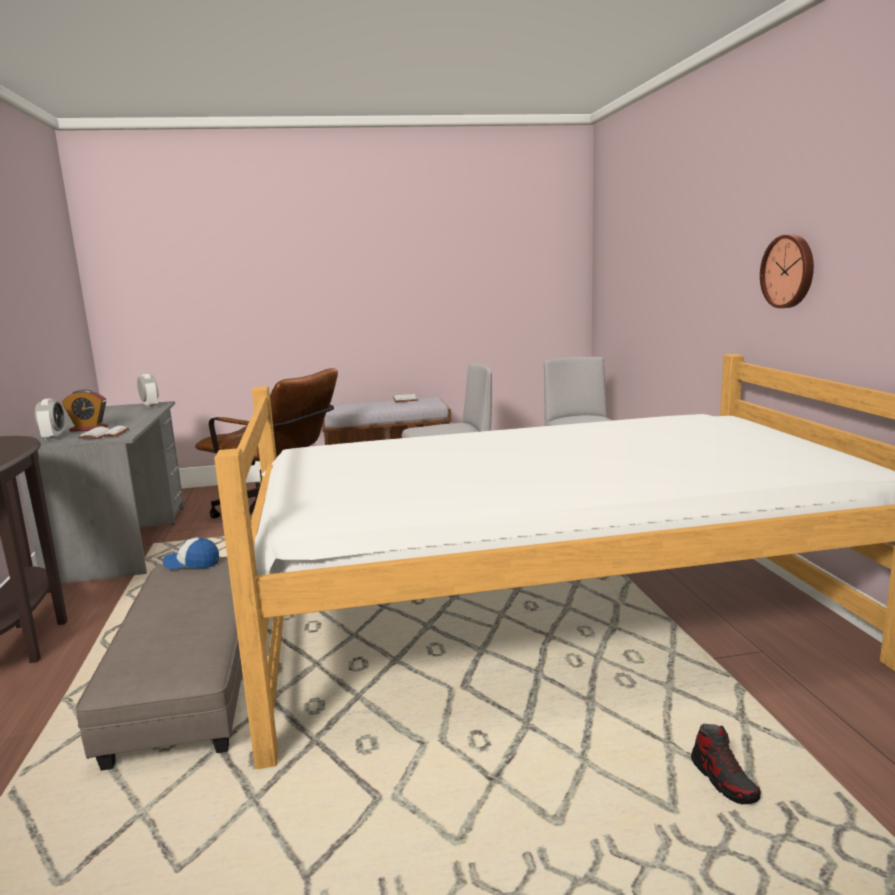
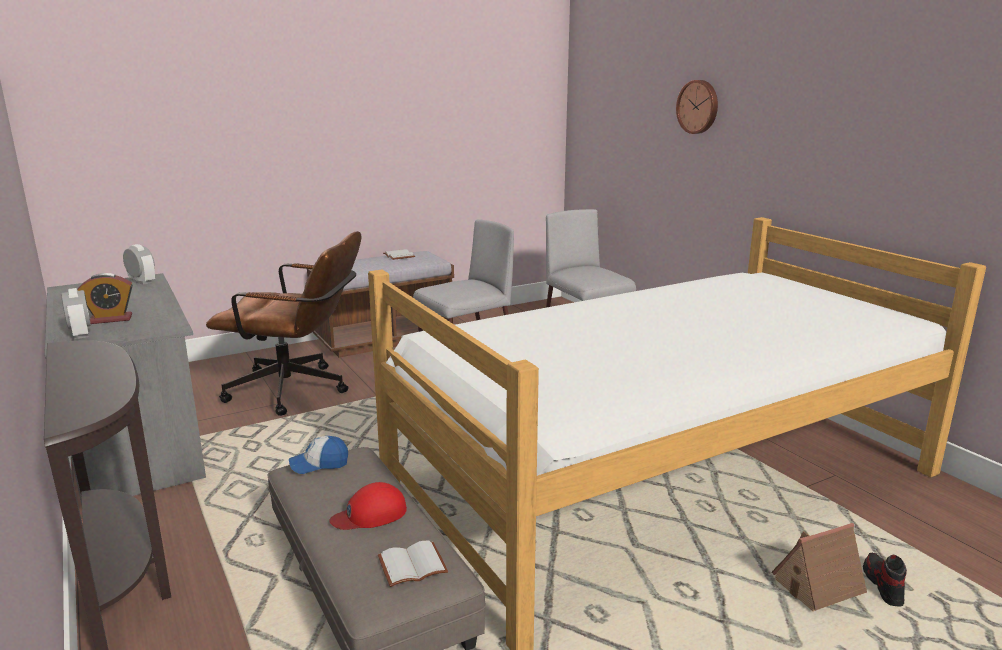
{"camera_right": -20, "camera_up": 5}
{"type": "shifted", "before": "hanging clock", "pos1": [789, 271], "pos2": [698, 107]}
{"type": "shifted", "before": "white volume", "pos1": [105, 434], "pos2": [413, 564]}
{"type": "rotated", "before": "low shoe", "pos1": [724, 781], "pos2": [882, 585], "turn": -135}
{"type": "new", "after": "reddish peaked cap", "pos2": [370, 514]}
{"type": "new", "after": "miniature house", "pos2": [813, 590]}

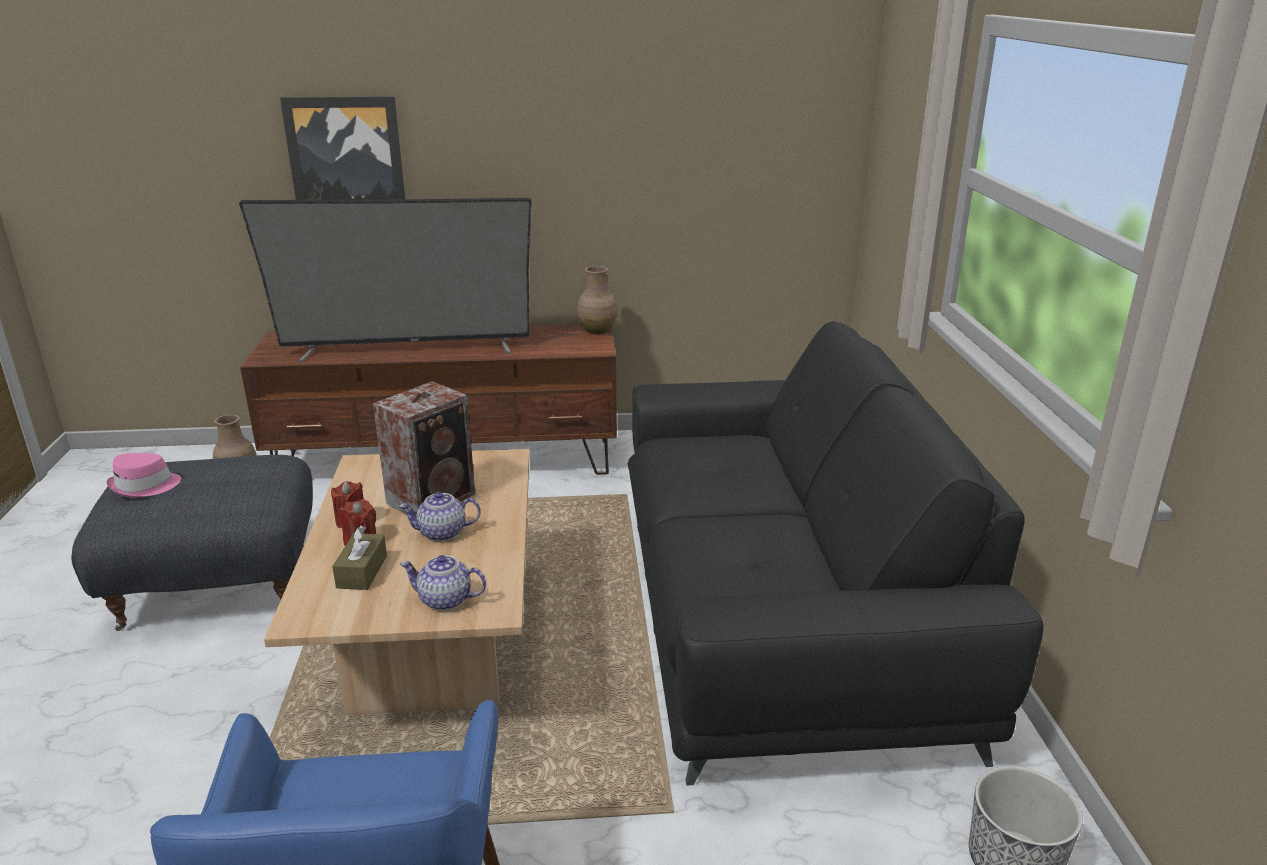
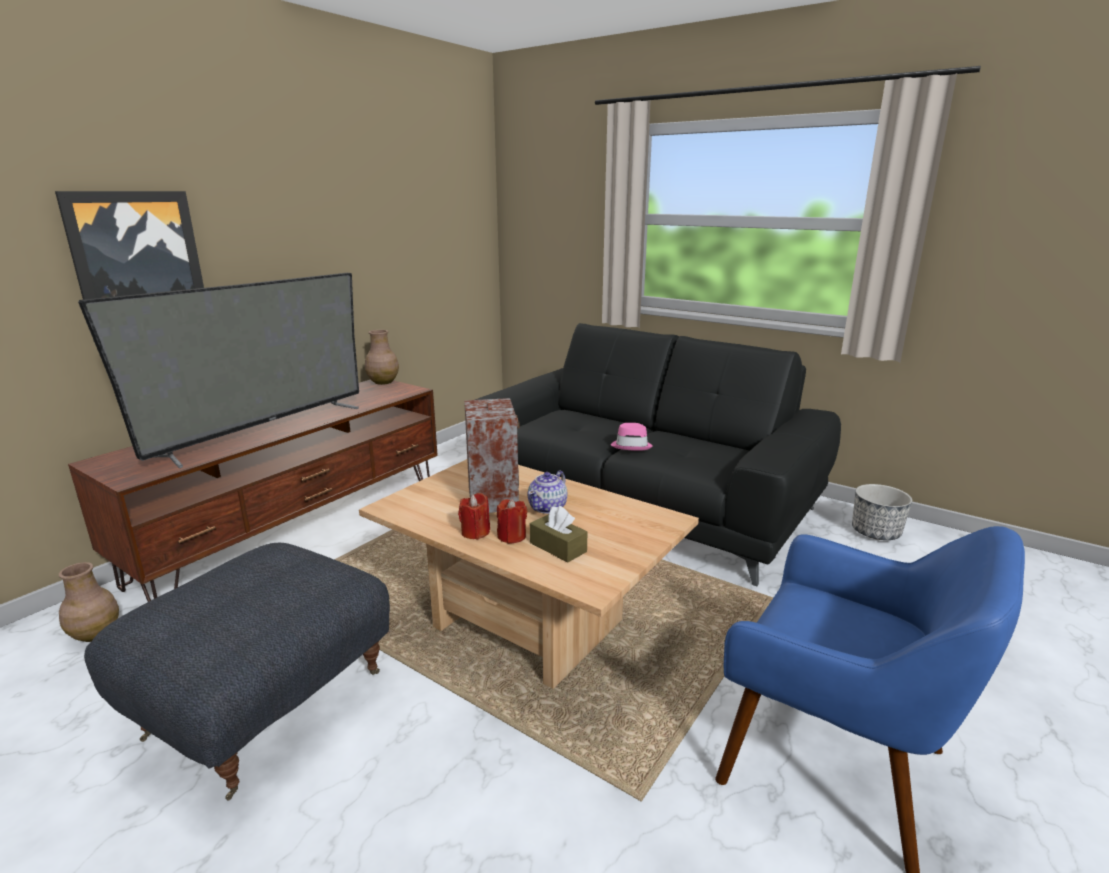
{"camera_right": -50, "camera_up": -5}
{"type": "shifted", "before": "pinkish hat", "pos1": [145, 486], "pos2": [631, 446]}
{"type": "gone", "before": "pot for tea", "pos1": [446, 600]}

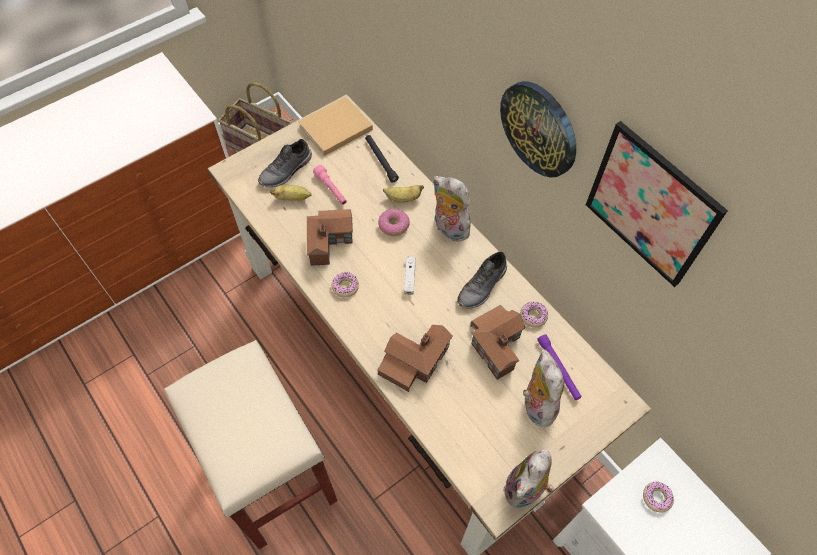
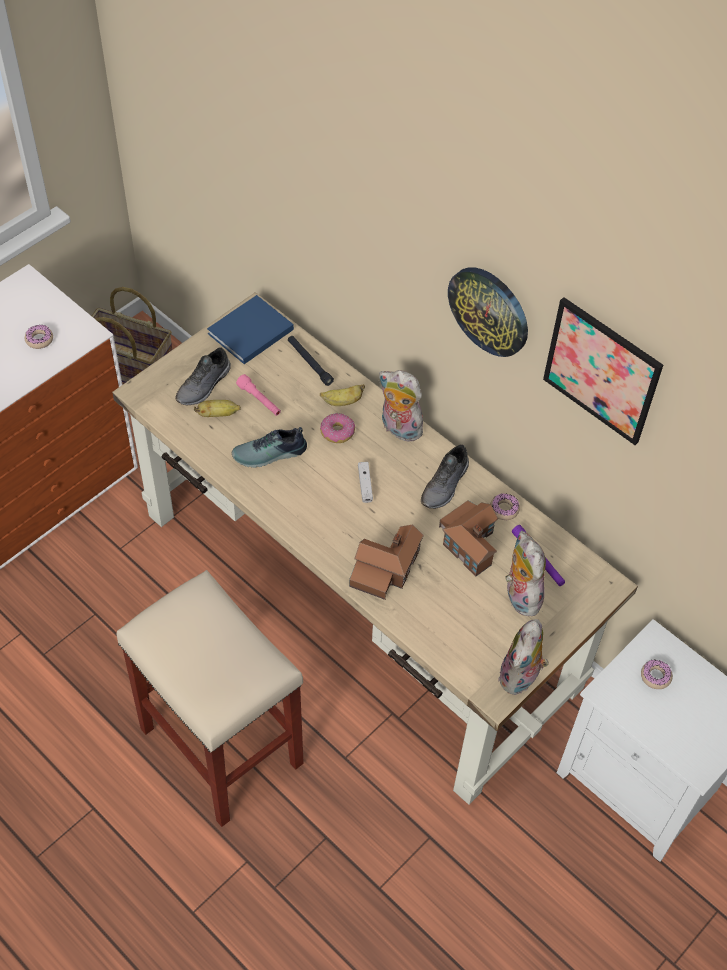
{"camera_right": -10, "camera_up": -5}
{"type": "repainted", "before": "beige-coloured volume", "after": "blue volume", "pos1": [334, 128], "pos2": [248, 333]}
{"type": "swapped", "before": "miniature house", "after": "low shoe", "pos1": [330, 239], "pos2": [270, 454]}
{"type": "shifted", "before": "ring doughnut", "pos1": [345, 286], "pos2": [39, 339]}

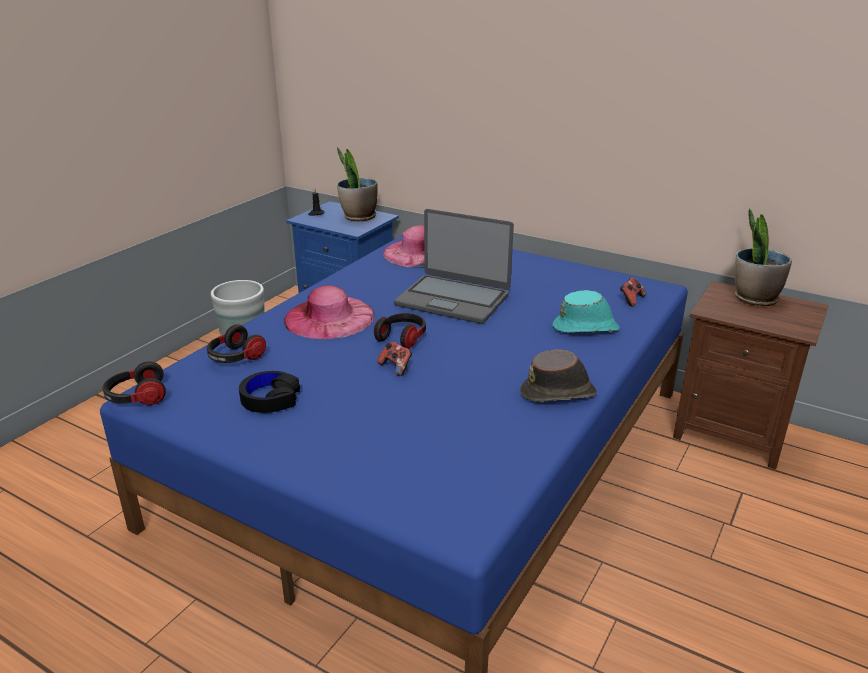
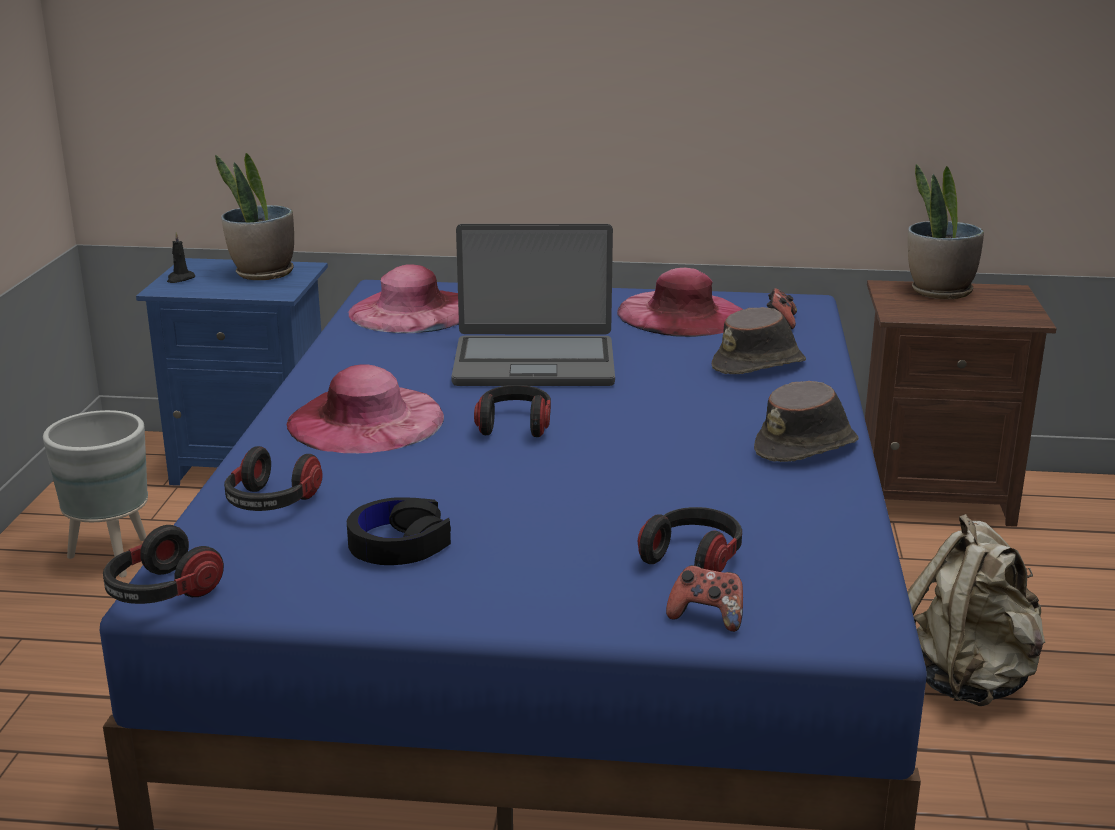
{"camera_right": -25, "camera_up": -5}
{"type": "repainted", "before": "turquoise-coloured hat", "after": "brownish hat", "pos1": [586, 328], "pos2": [759, 365]}
{"type": "shifted", "before": "gamepad", "pos1": [396, 367], "pos2": [707, 617]}
{"type": "new", "after": "pinkish hat", "pos2": [681, 314]}
{"type": "new", "after": "headset", "pos2": [693, 559]}
{"type": "new", "after": "beige-coloured rucksack", "pos2": [969, 679]}

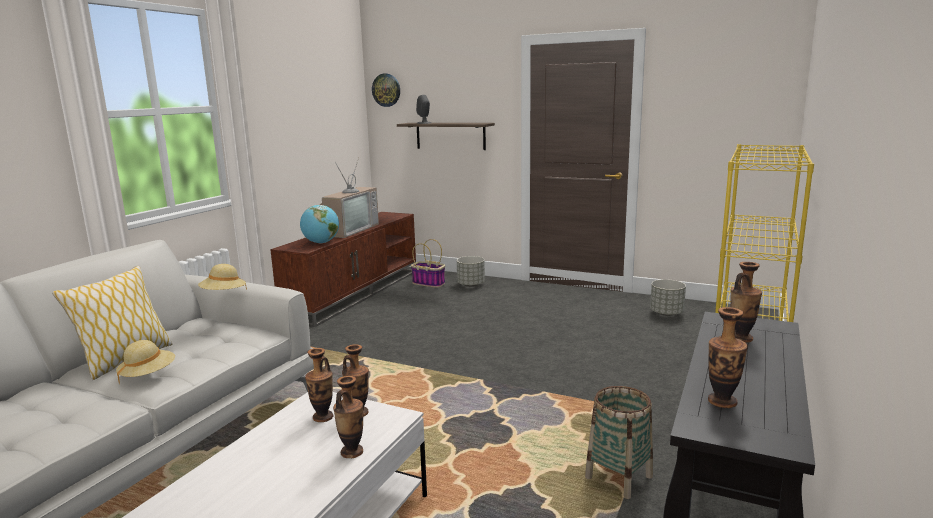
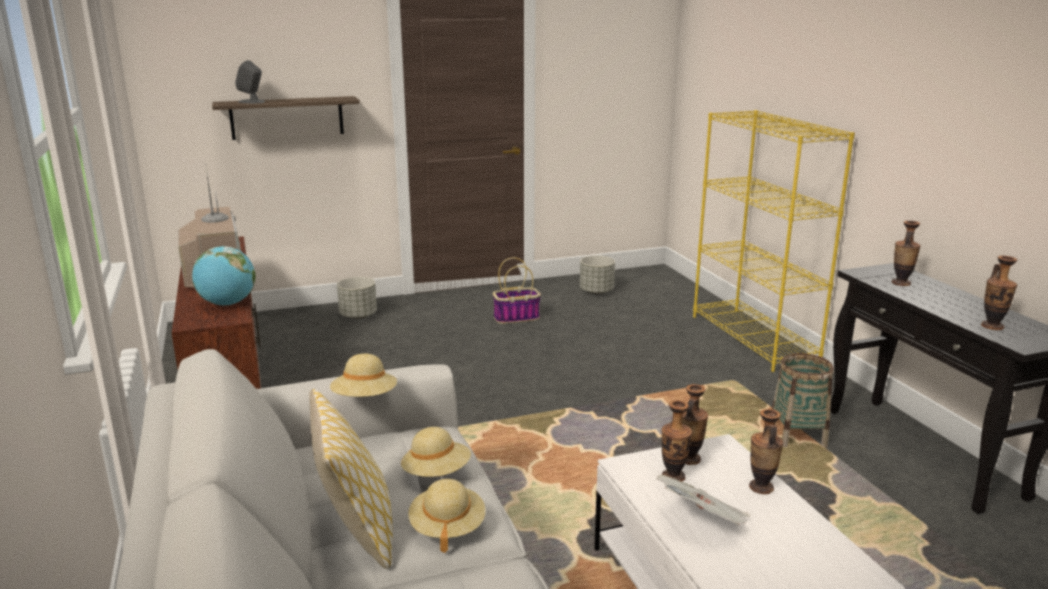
{"camera_right": -45, "camera_up": 5}
{"type": "gone", "before": "hanging clock", "pos1": [386, 90]}
{"type": "shifted", "before": "basket", "pos1": [429, 283], "pos2": [517, 317]}
{"type": "new", "after": "beige-coloured hat", "pos2": [437, 473]}
{"type": "new", "after": "newspaper", "pos2": [704, 521]}

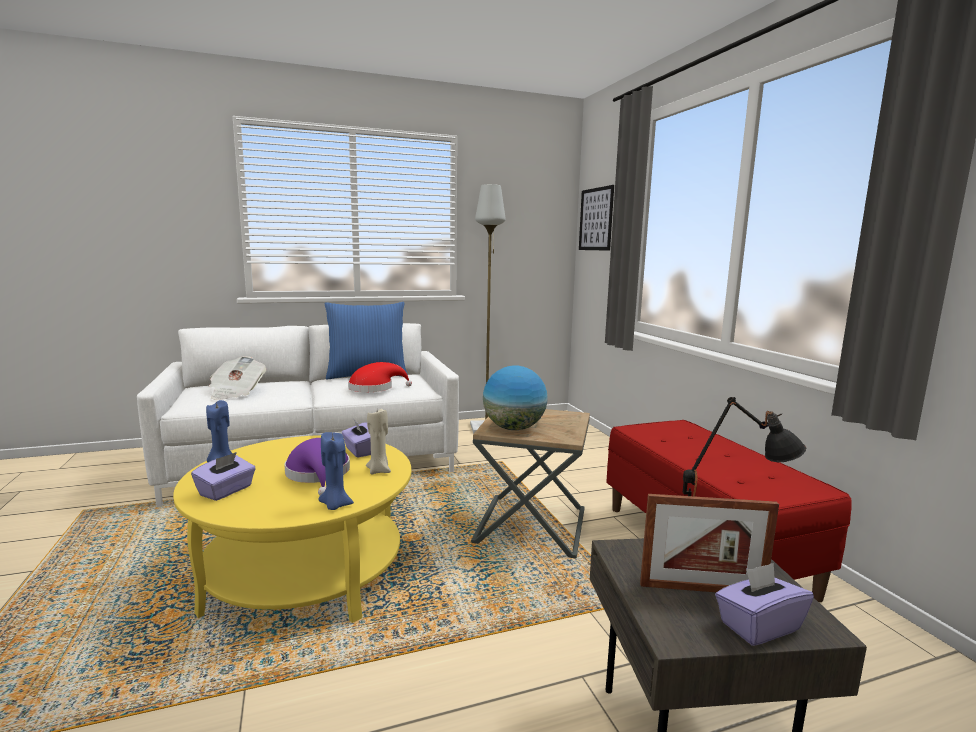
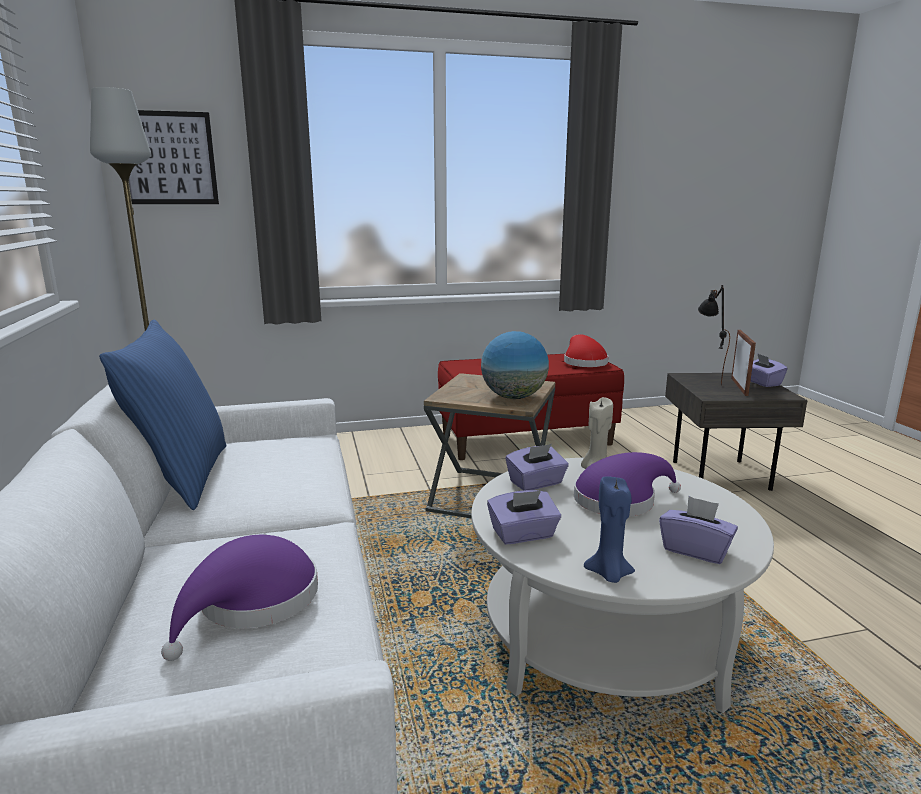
{"camera_right": -85, "camera_up": 5}
{"type": "swapped", "before": "newspaper", "after": "purplish hat", "pos1": [236, 393], "pos2": [252, 603]}
{"type": "shifted", "before": "reddish hat", "pos1": [374, 388], "pos2": [583, 362]}
{"type": "gone", "before": "blue wax light", "pos1": [335, 505]}
{"type": "repainted", "before": "yellow-coloured low table", "after": "white low table", "pos1": [306, 571], "pos2": [605, 634]}
{"type": "new", "after": "purplish box of tissues", "pos2": [523, 534]}

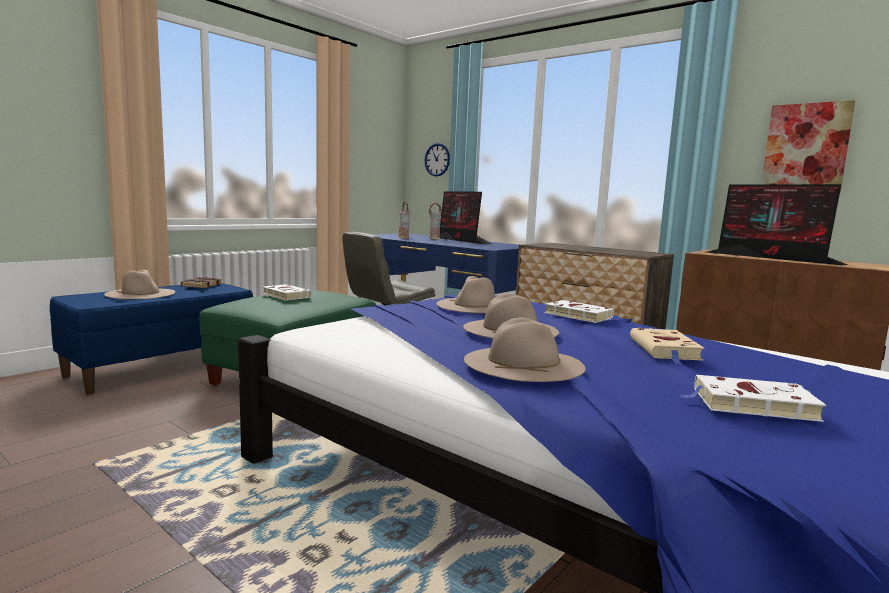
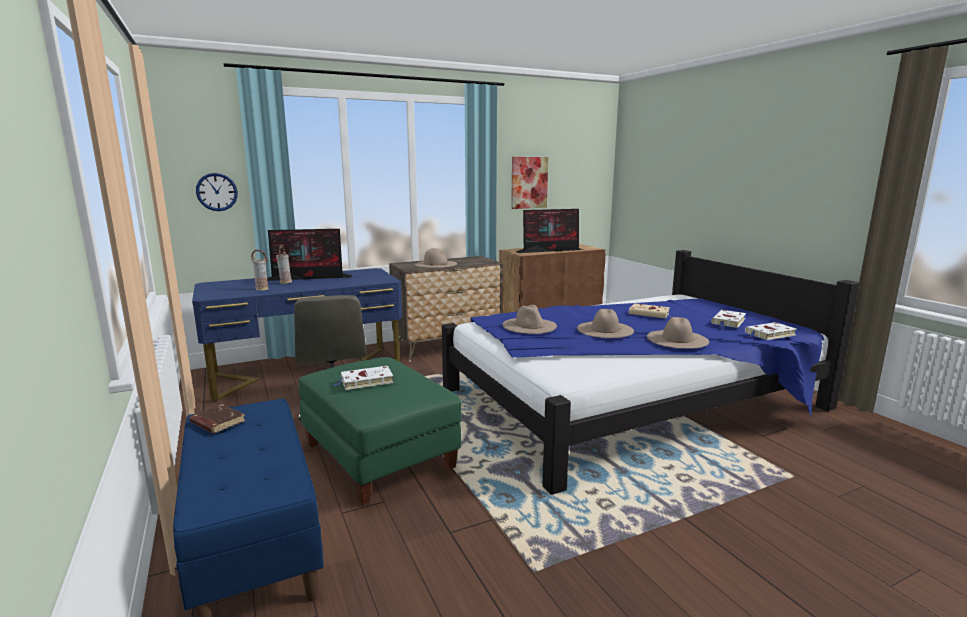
{"camera_right": -65, "camera_up": 5}
{"type": "shifted", "before": "beige-coloured hat", "pos1": [140, 293], "pos2": [435, 264]}
{"type": "shifted", "before": "white volume", "pos1": [576, 315], "pos2": [769, 334]}

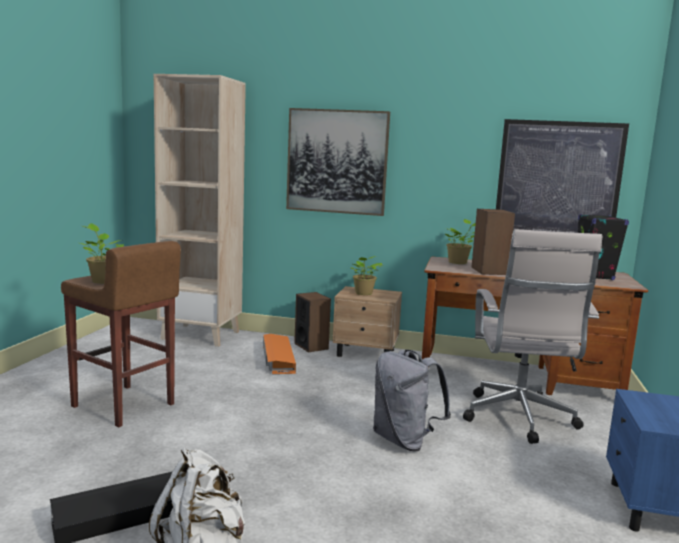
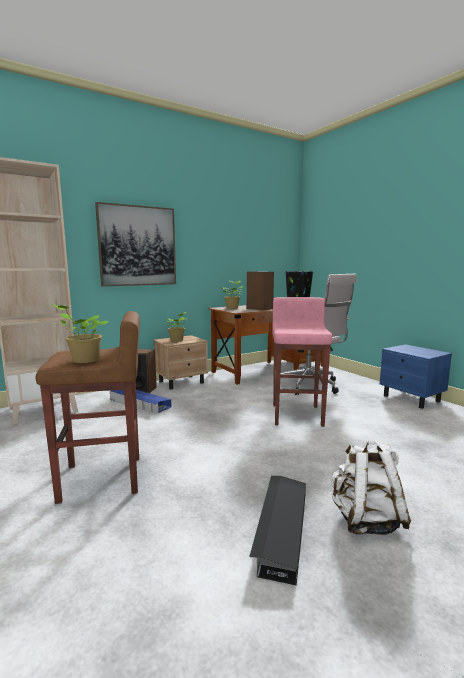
{"camera_right": -45, "camera_up": 0}
{"type": "gone", "before": "wall art", "pos1": [558, 180]}
{"type": "repainted", "before": "orangey storage box", "after": "blue storage box", "pos1": [278, 359], "pos2": [140, 403]}
{"type": "swapped", "before": "greyish rucksack", "after": "pinkish sitting stool", "pos1": [404, 441], "pos2": [297, 414]}

